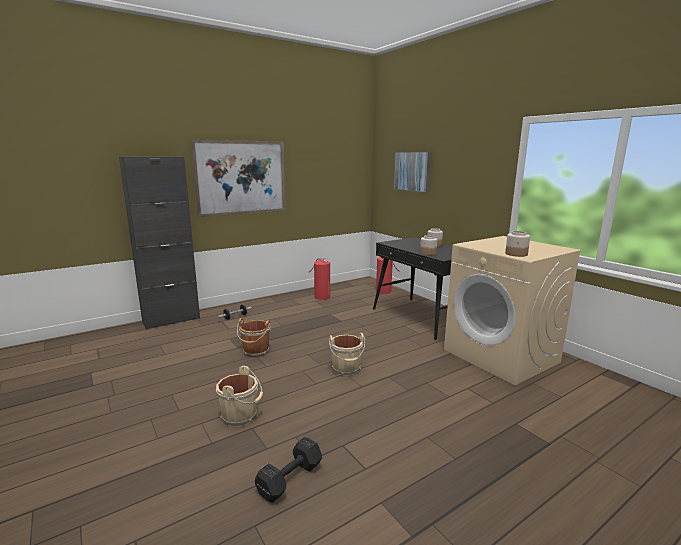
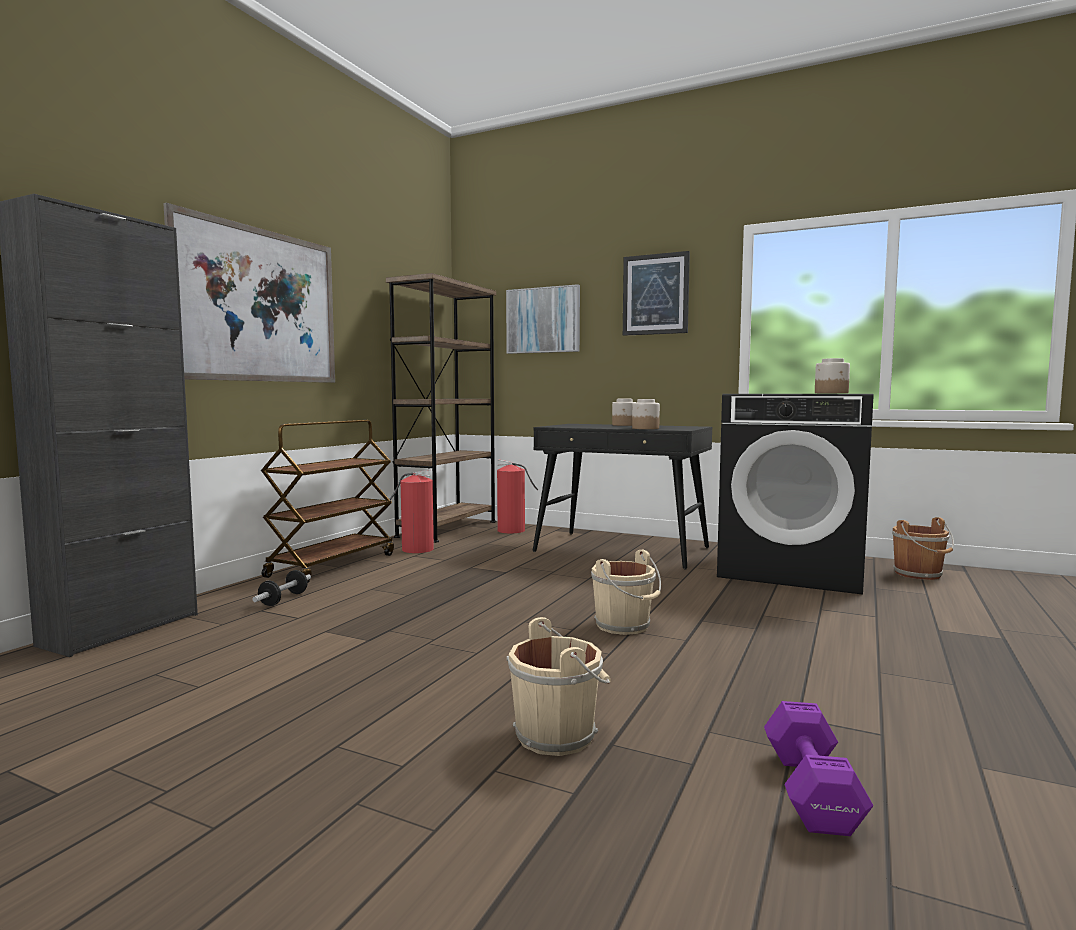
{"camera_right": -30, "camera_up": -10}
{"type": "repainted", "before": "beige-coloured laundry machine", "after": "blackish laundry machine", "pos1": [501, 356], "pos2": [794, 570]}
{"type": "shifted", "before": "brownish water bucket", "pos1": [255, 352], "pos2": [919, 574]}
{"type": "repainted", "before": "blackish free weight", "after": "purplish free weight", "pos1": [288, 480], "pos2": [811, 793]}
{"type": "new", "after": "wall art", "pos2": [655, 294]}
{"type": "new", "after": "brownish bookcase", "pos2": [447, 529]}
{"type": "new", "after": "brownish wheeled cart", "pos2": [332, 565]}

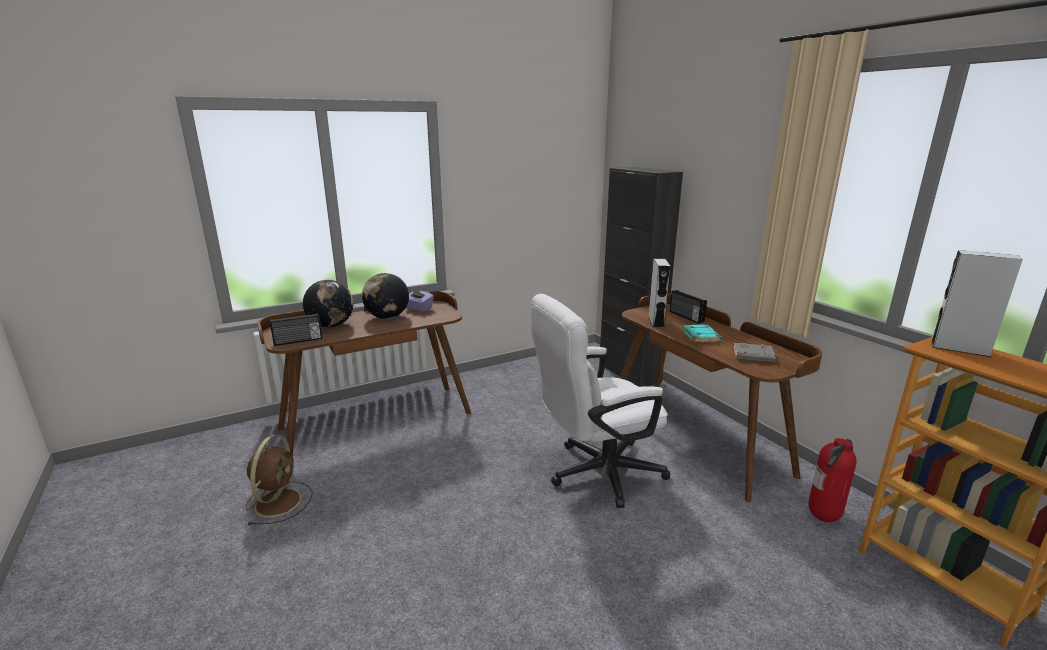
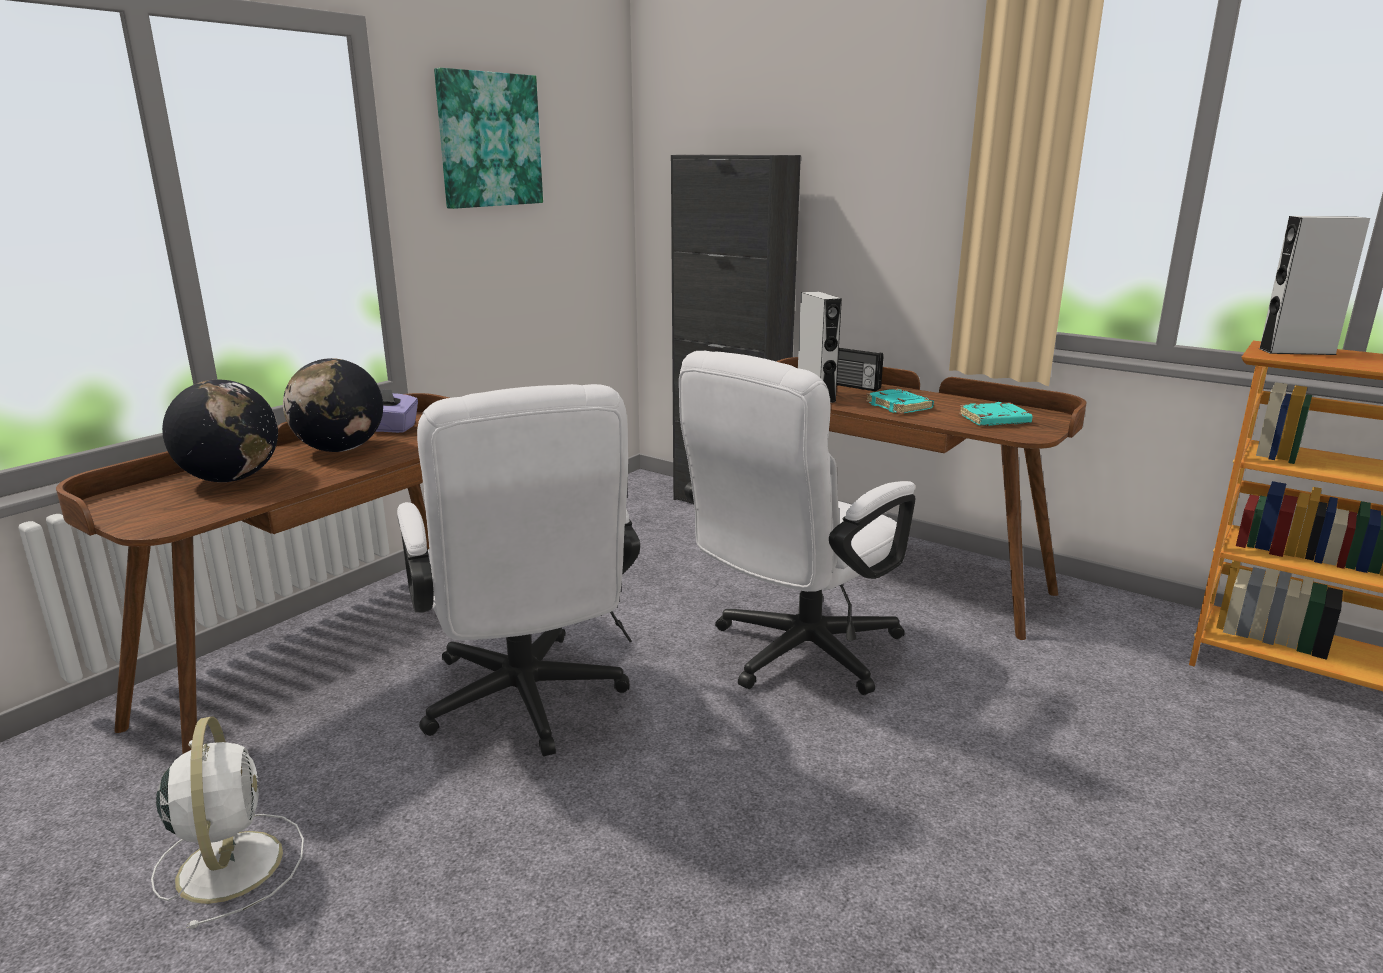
{"camera_right": -25, "camera_up": 0}
{"type": "gone", "before": "radio set", "pos1": [298, 341]}
{"type": "repainted", "before": "greyish volume", "after": "turquoise-coloured volume", "pos1": [753, 356], "pos2": [994, 420]}
{"type": "repainted", "before": "brownish cooling fan", "after": "white cooling fan", "pos1": [279, 501], "pos2": [230, 863]}
{"type": "gone", "before": "fire-fighting cylinder", "pos1": [824, 519]}
{"type": "new", "after": "wall art", "pos2": [489, 140]}
{"type": "new", "after": "white computer chair", "pos2": [527, 706]}

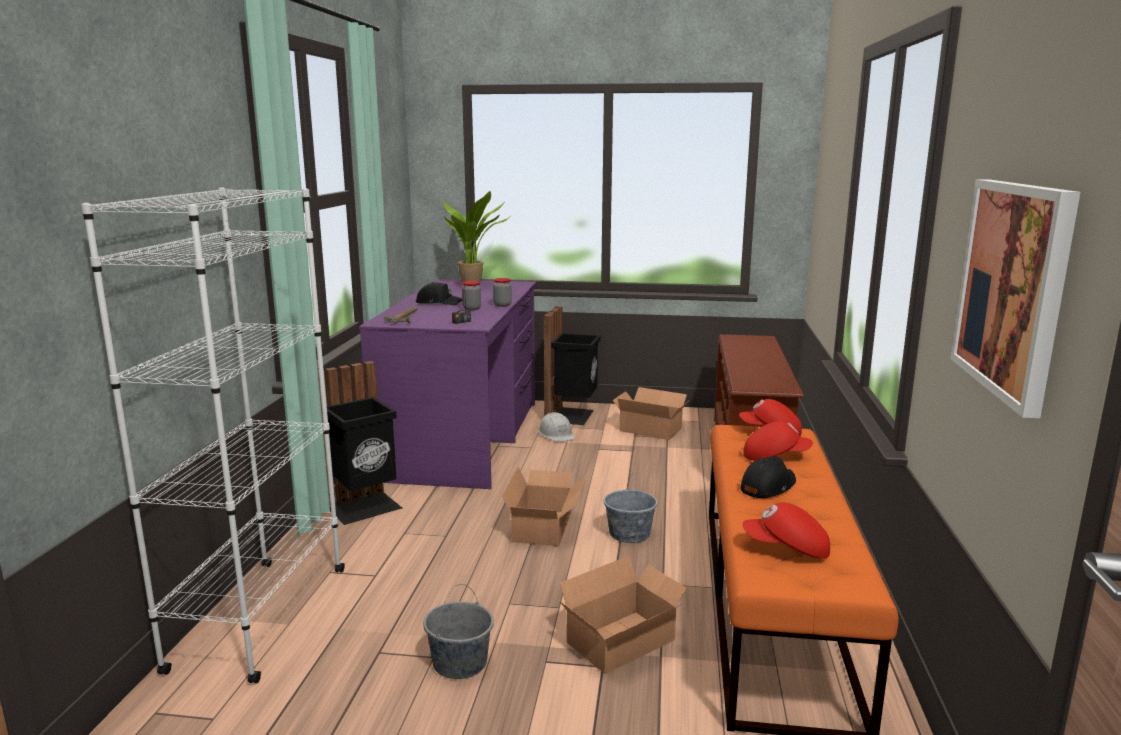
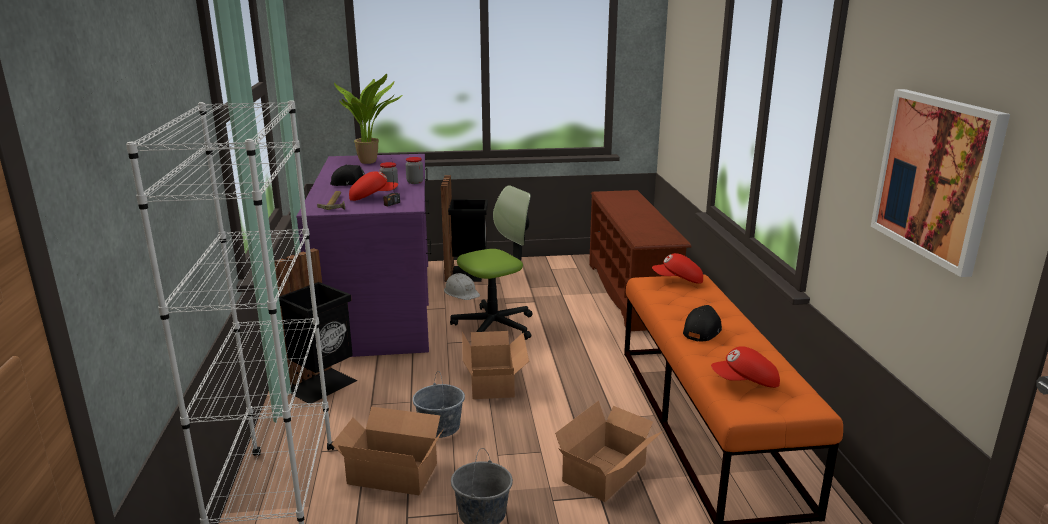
{"camera_right": -15, "camera_up": 5}
{"type": "shifted", "before": "carton", "pos1": [650, 429], "pos2": [392, 471]}
{"type": "shifted", "before": "reddish peaked cap", "pos1": [775, 456], "pos2": [372, 197]}
{"type": "shifted", "before": "greyish water bucket", "pos1": [629, 533], "pos2": [440, 427]}
{"type": "new", "after": "computer chair", "pos2": [494, 326]}

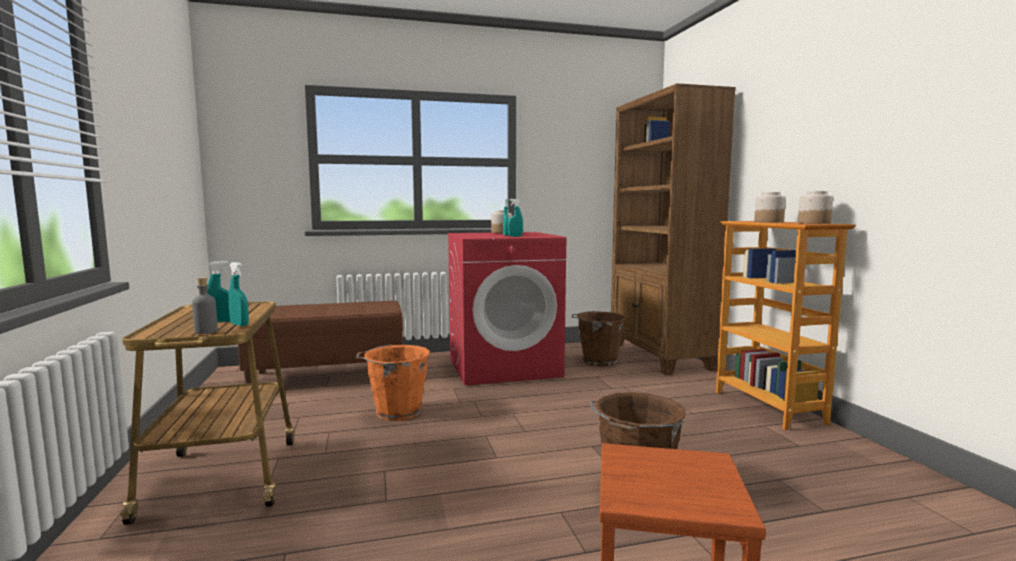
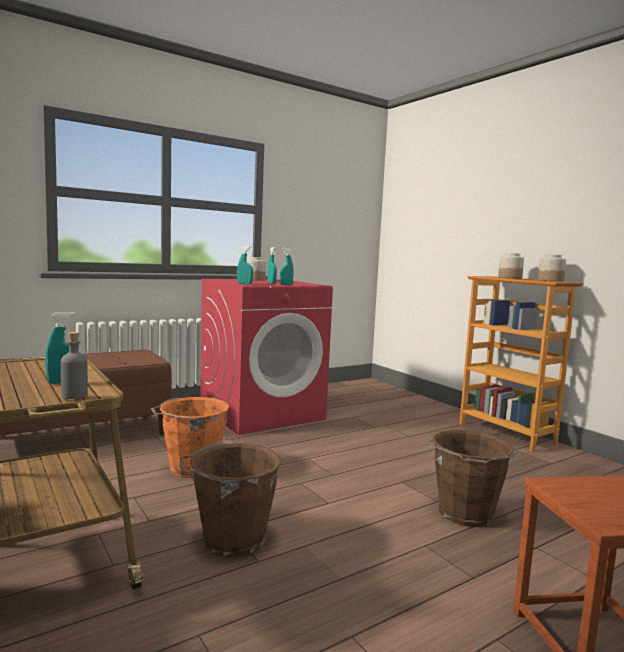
{"camera_right": -20, "camera_up": 0}
{"type": "gone", "before": "brownish bookcase", "pos1": [659, 356]}
{"type": "shifted", "before": "turquoise-coloured sprayer", "pos1": [239, 325], "pos2": [244, 284]}
{"type": "shifted", "before": "brownish water bucket", "pos1": [598, 361], "pos2": [231, 540]}

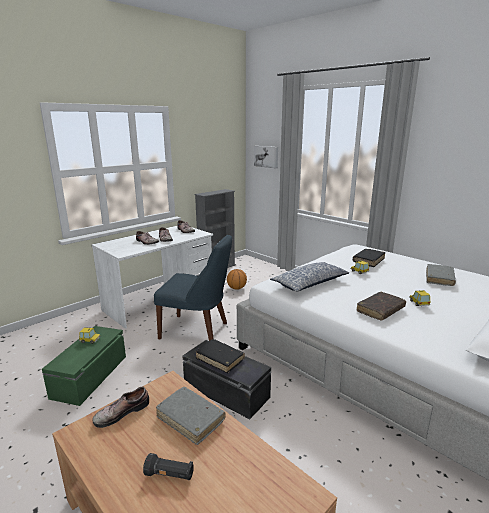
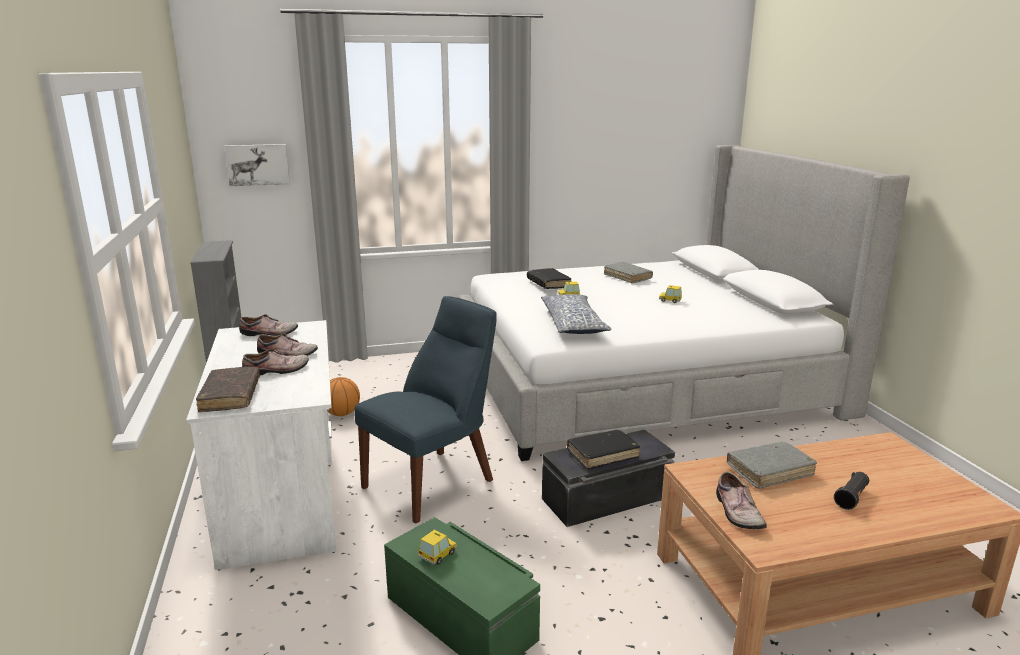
{"camera_right": -60, "camera_up": 0}
{"type": "shifted", "before": "brownish volume", "pos1": [380, 310], "pos2": [230, 396]}

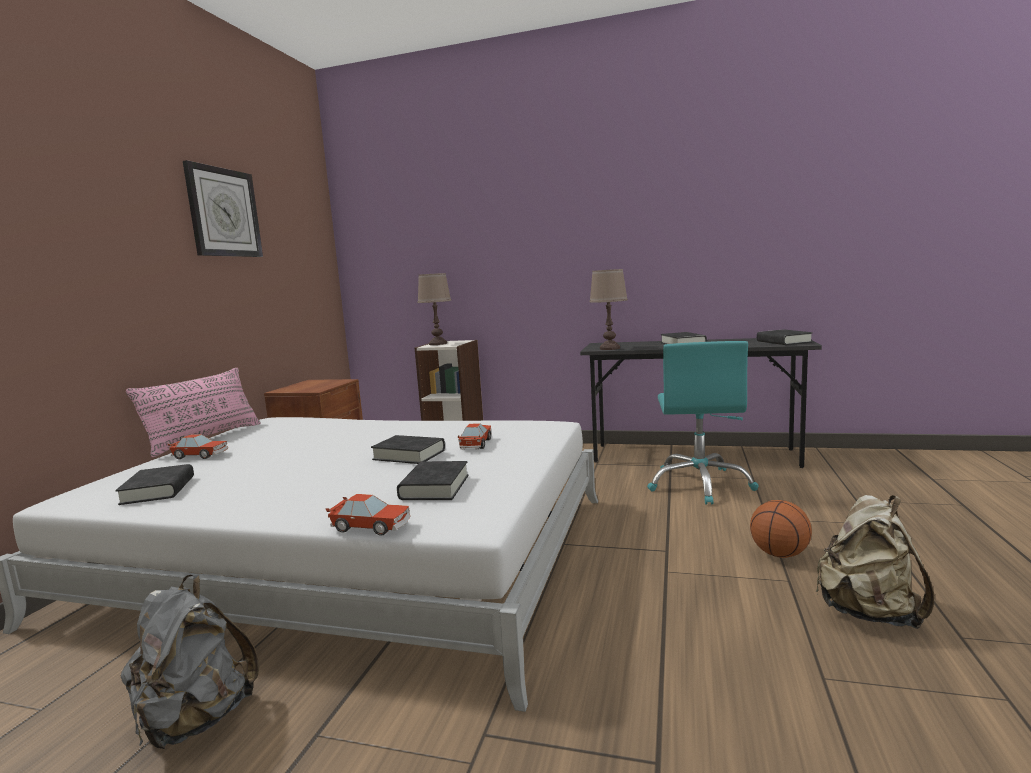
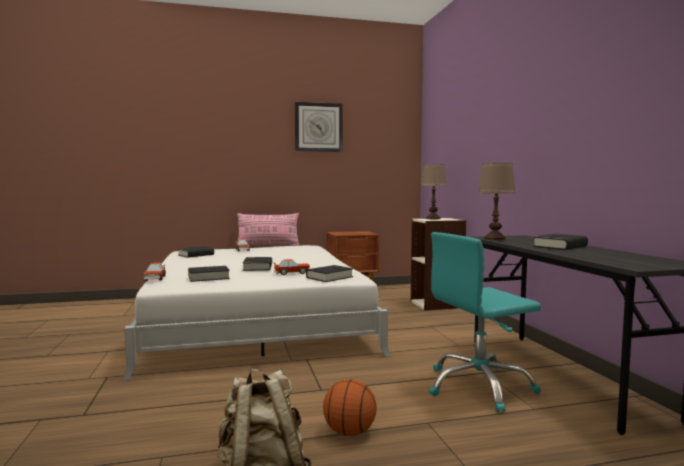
{"camera_right": 60, "camera_up": -5}
{"type": "shifted", "before": "blackish volume", "pos1": [783, 342], "pos2": [329, 277]}
{"type": "gone", "before": "greyish rucksack", "pos1": [195, 720]}

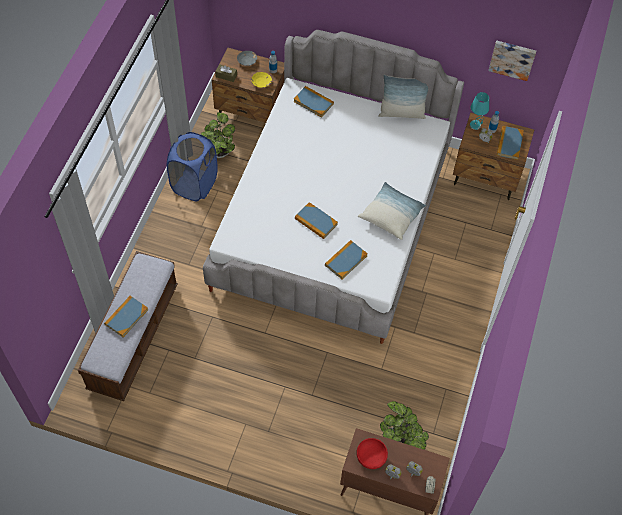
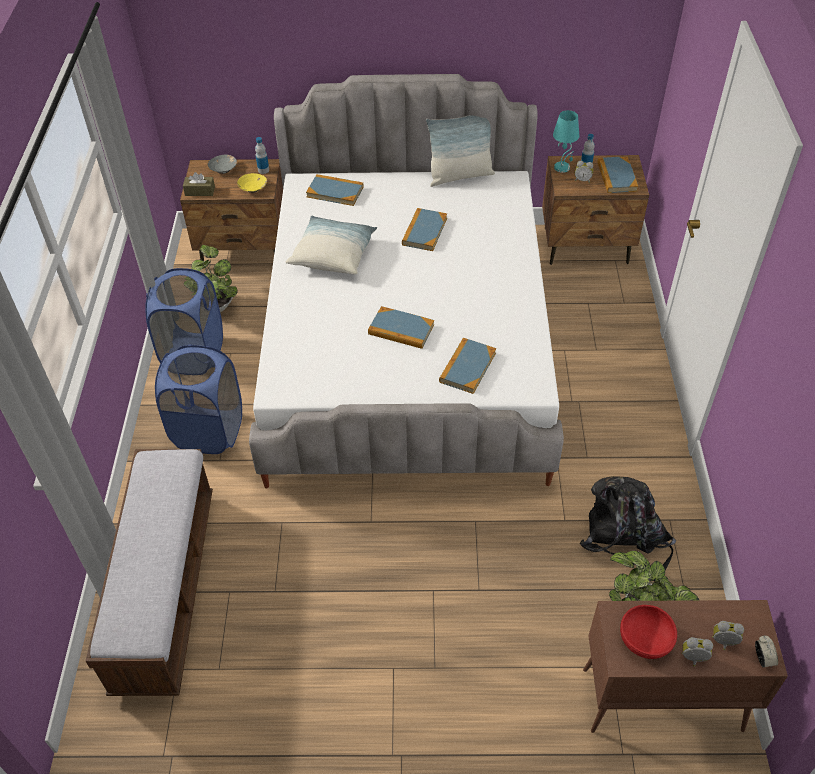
{"camera_right": -15, "camera_up": -10}
{"type": "gone", "before": "wall art", "pos1": [512, 59]}
{"type": "shifted", "before": "pillow", "pos1": [391, 215], "pos2": [333, 255]}
{"type": "shifted", "before": "volume", "pos1": [126, 317], "pos2": [424, 231]}
{"type": "new", "after": "blue laundry basket", "pos2": [209, 431]}
{"type": "new", "after": "blackish rucksack", "pos2": [625, 536]}

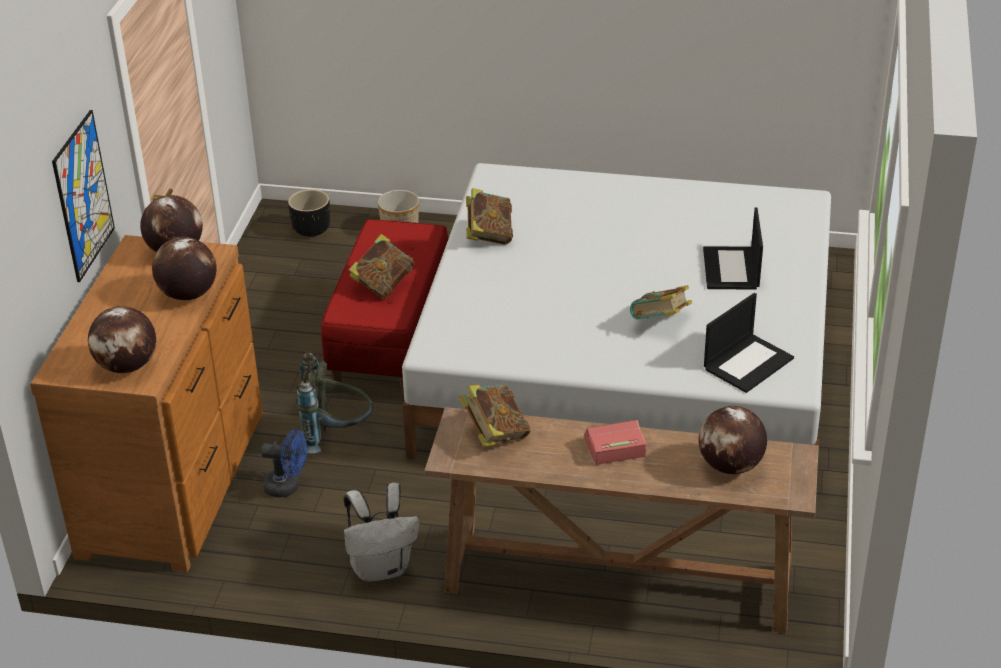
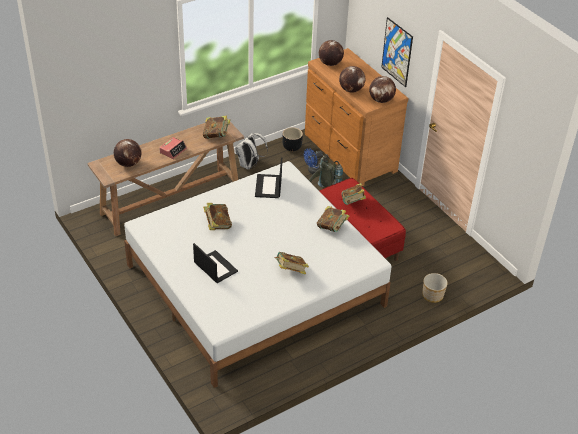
{"camera_right": 135, "camera_up": 5}
{"type": "shifted", "before": "blackish planter", "pos1": [311, 230], "pos2": [292, 147]}
{"type": "shifted", "before": "notebook computer", "pos1": [748, 362], "pos2": [268, 186]}
{"type": "new", "after": "volume", "pos2": [291, 271]}

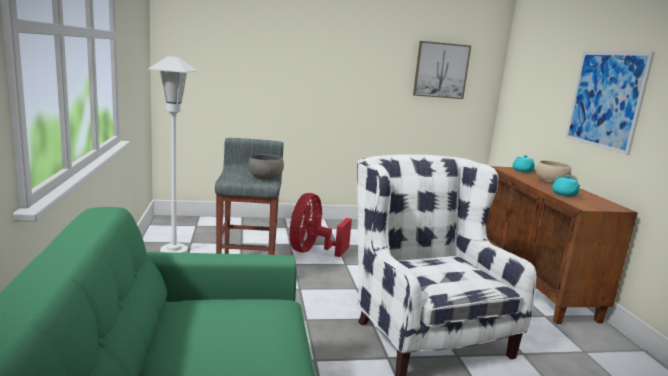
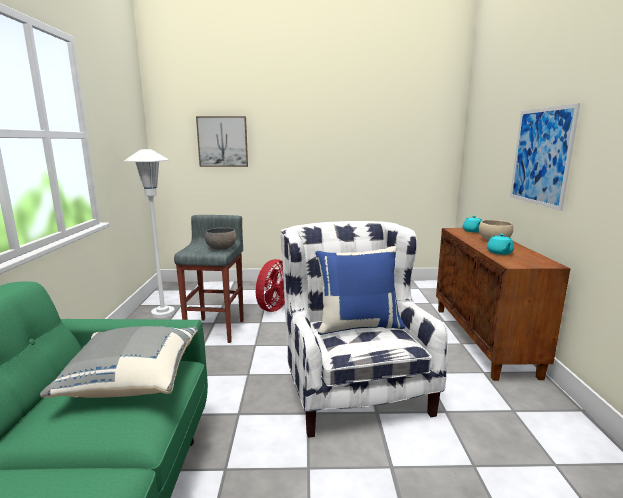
{"camera_right": 10, "camera_up": 0}
{"type": "shifted", "before": "wall art", "pos1": [441, 70], "pos2": [222, 141]}
{"type": "new", "after": "blue pillow", "pos2": [358, 325]}
{"type": "new", "after": "greyish pillow", "pos2": [131, 380]}

